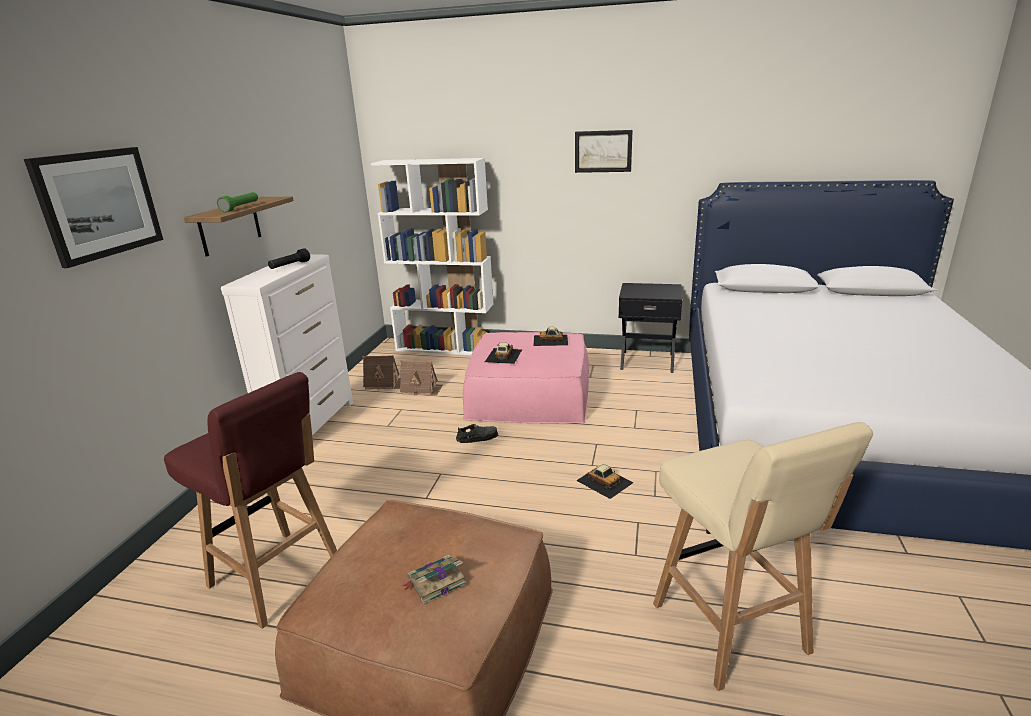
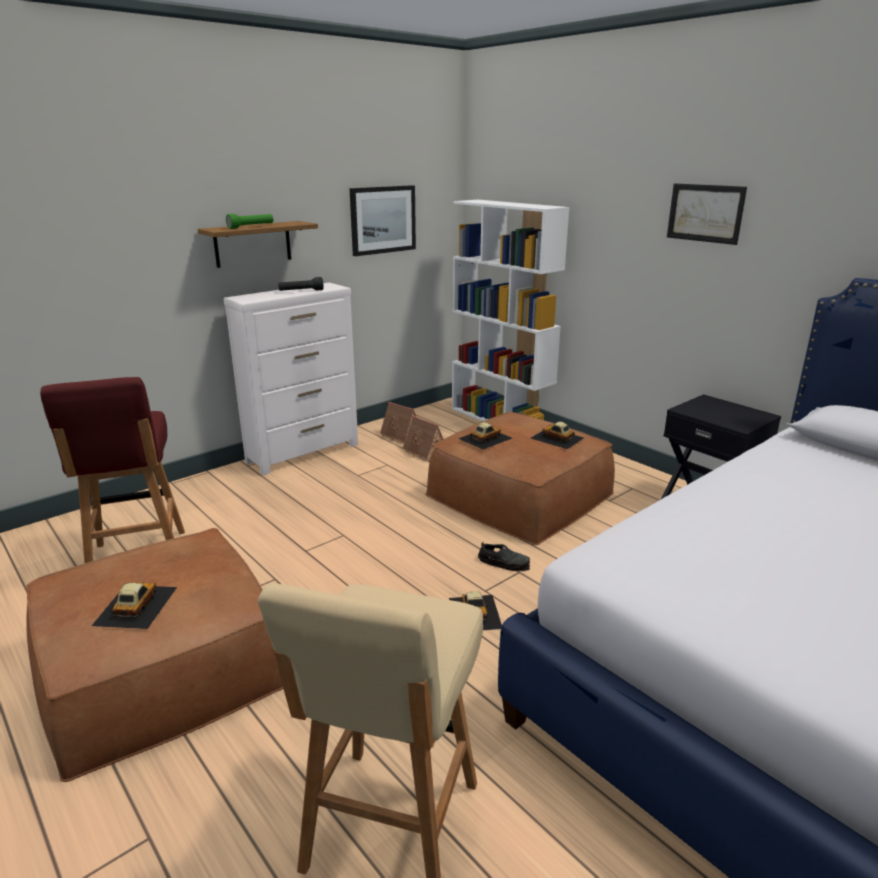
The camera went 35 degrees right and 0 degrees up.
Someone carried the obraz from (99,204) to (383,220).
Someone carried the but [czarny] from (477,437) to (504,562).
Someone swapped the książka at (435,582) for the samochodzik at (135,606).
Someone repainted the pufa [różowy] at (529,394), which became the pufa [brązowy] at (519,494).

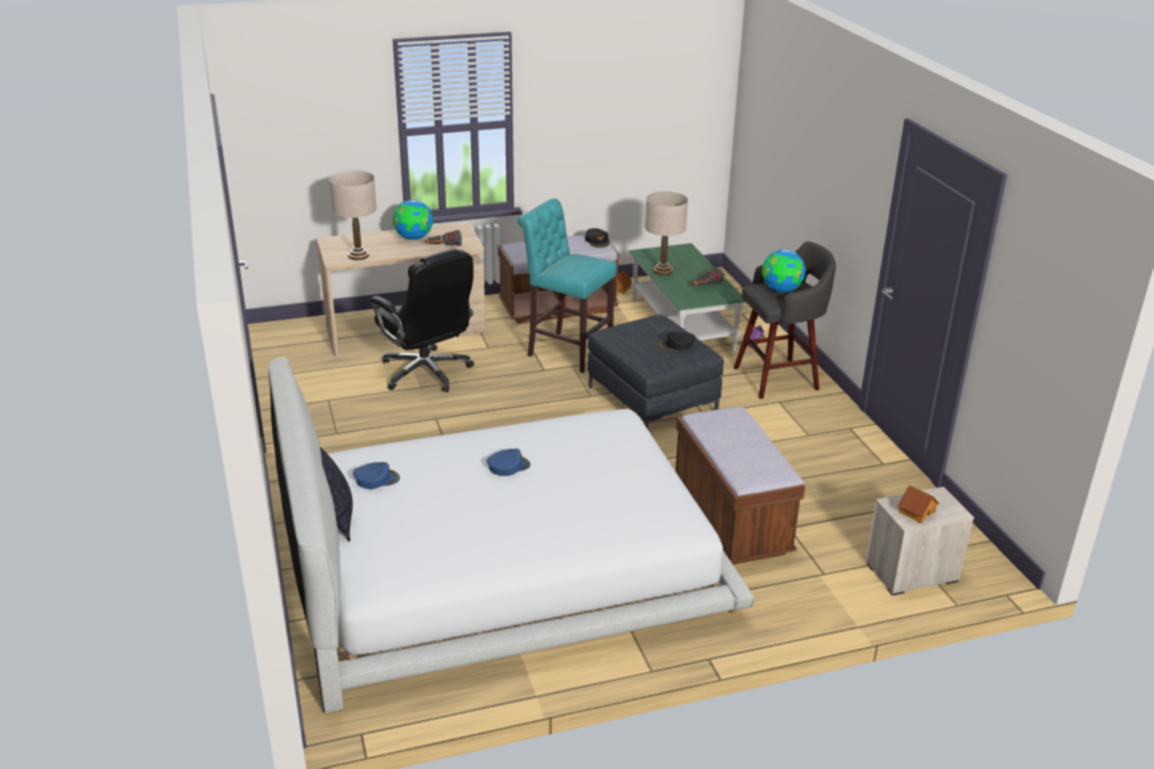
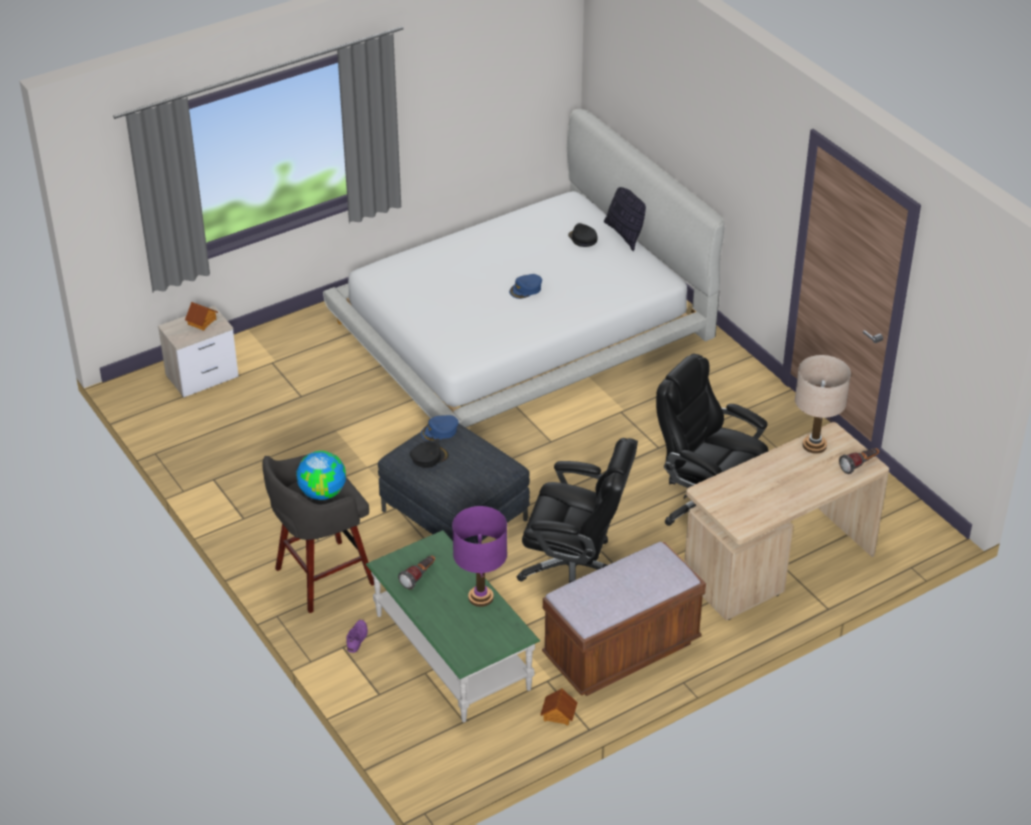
The camera went 165 degrees right and 10 degrees up.
Someone took away the globus at (414,238).
Someone took away the ławka [brązowy] at (730,521).
Someone carried the czapka z daszkiem [niebieski] from (376,479) to (440,431).
Someone carried the latarka from (443,247) to (859,465).
Someone carried the czapka z daszkiem [czarny] from (597,241) to (582,238).
Someone swapped the stołek [turkusowy] at (566,351) for the krzesło biurowe [czarny] at (575,571).
Someone repainted the lampa stołowa [beżowy] at (663,271), which became the lampa stołowa [fioletowy] at (480,597).

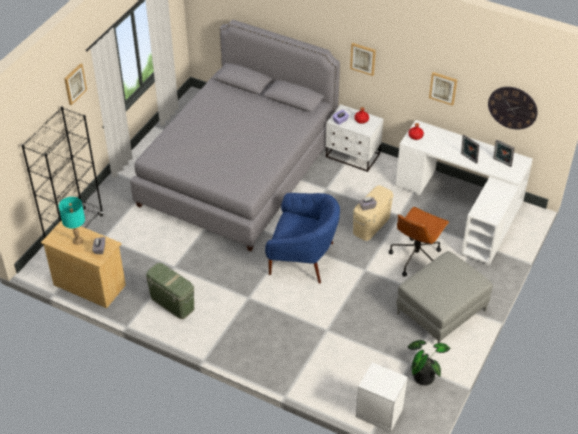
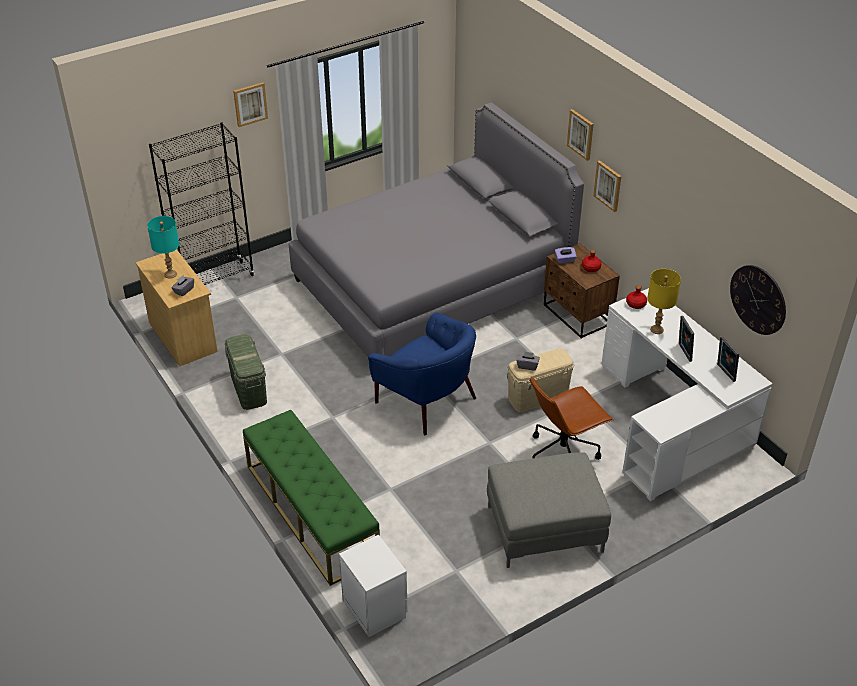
The camera went 30 degrees right and 5 degrees down.
Someone took away the roślina doniczkowa at (423,374).
Someone put down the ławka [zielony] at (311,512).
Someone put down the lampa stołowa [żółty] at (657,330).
Someone carried the obraz from (443,88) to (581,134).
Someone repainted the szafka nocna [biały] at (352,156), which became the szafka nocna [brązowy] at (577,315).

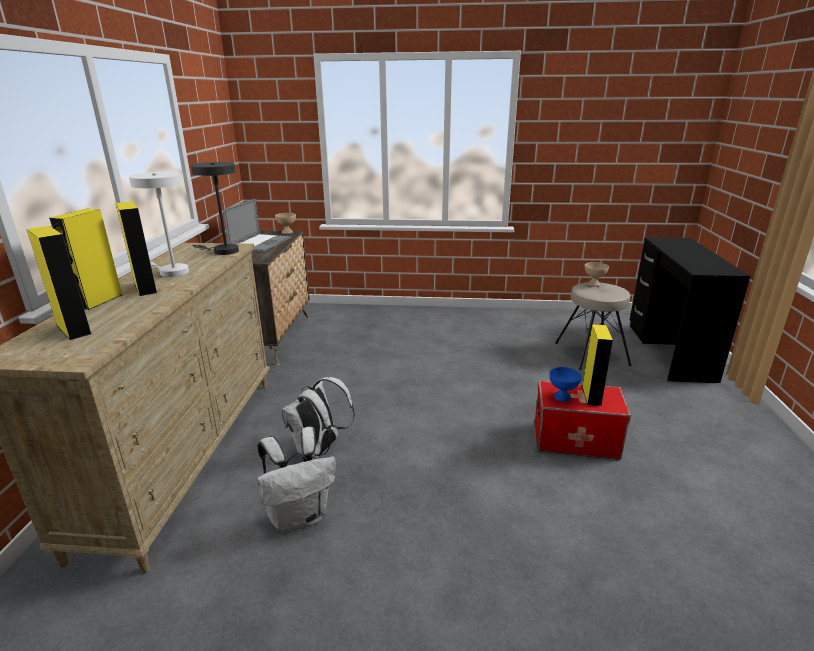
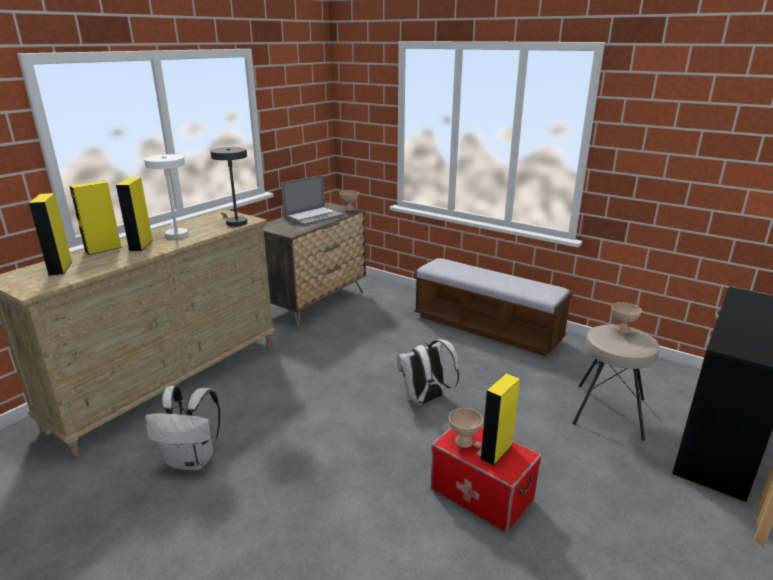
The camera went 30 degrees right and 0 degrees up.
Someone put down the ławka at (486,328).
Someone carried the plecak [biały] from (319,450) to (426,399).
Someone repainted the miska [niebieski] at (562,397), which became the miska [beżowy] at (464,442).

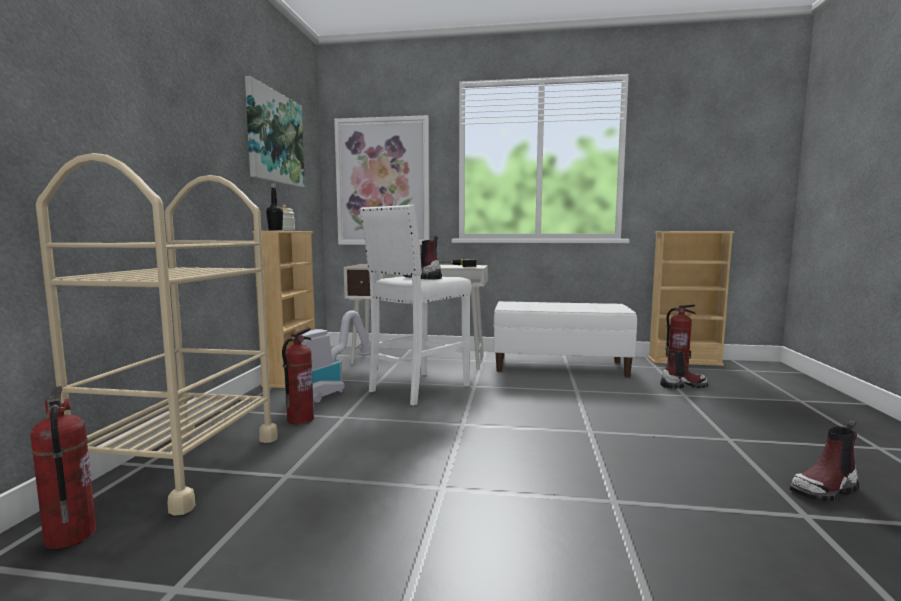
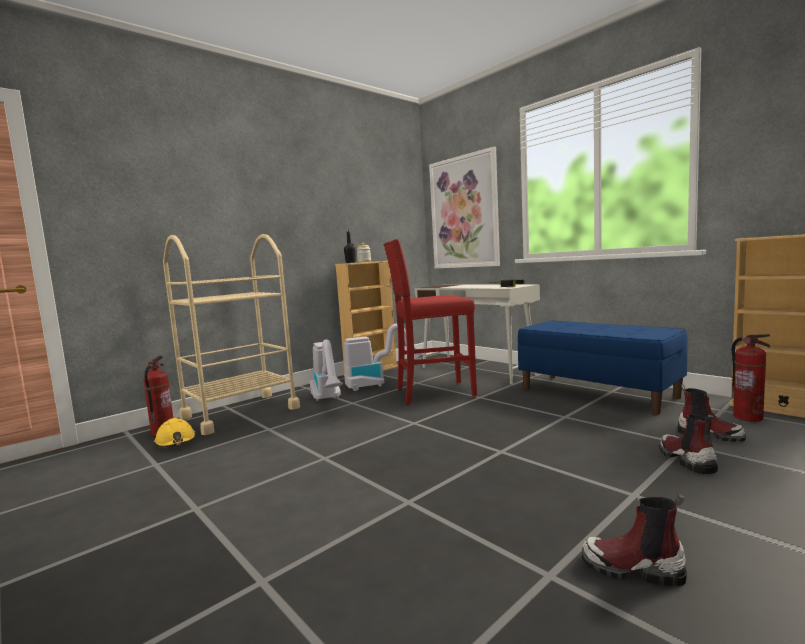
The camera went 40 degrees right and 0 degrees up.
Someone took away the obraz at (275,138).
Someone put down the kask [żółty] at (176,442).
Someone carried the but z cholewką from (421,277) to (685,459).
Someone swapped the gaśnica at (300,419) for the odkurzacz at (328,399).
Someone repainted the stołek [biały] at (417,388), which became the stołek [czerwony] at (433,392).
Someone repainted the ławka [biały] at (560,366), which became the ławka [niebieski] at (598,393).

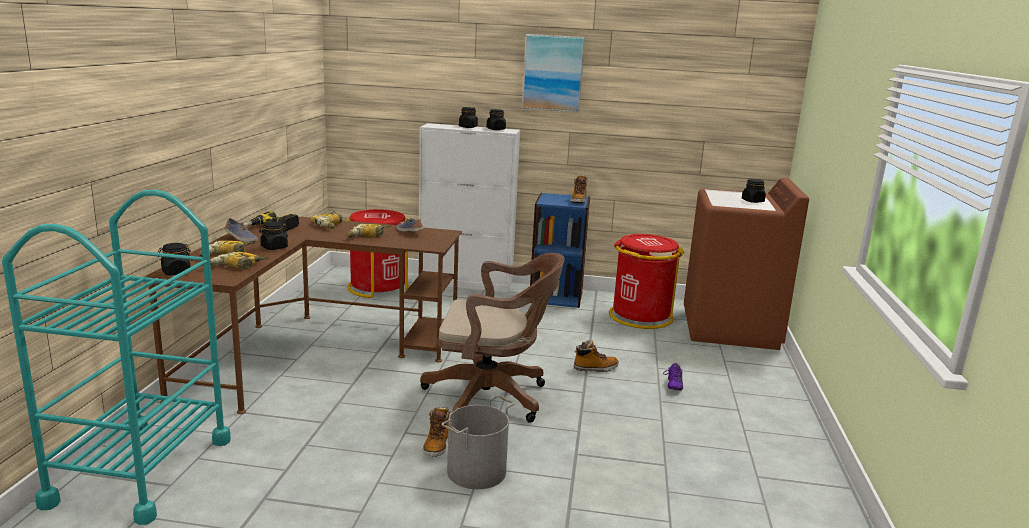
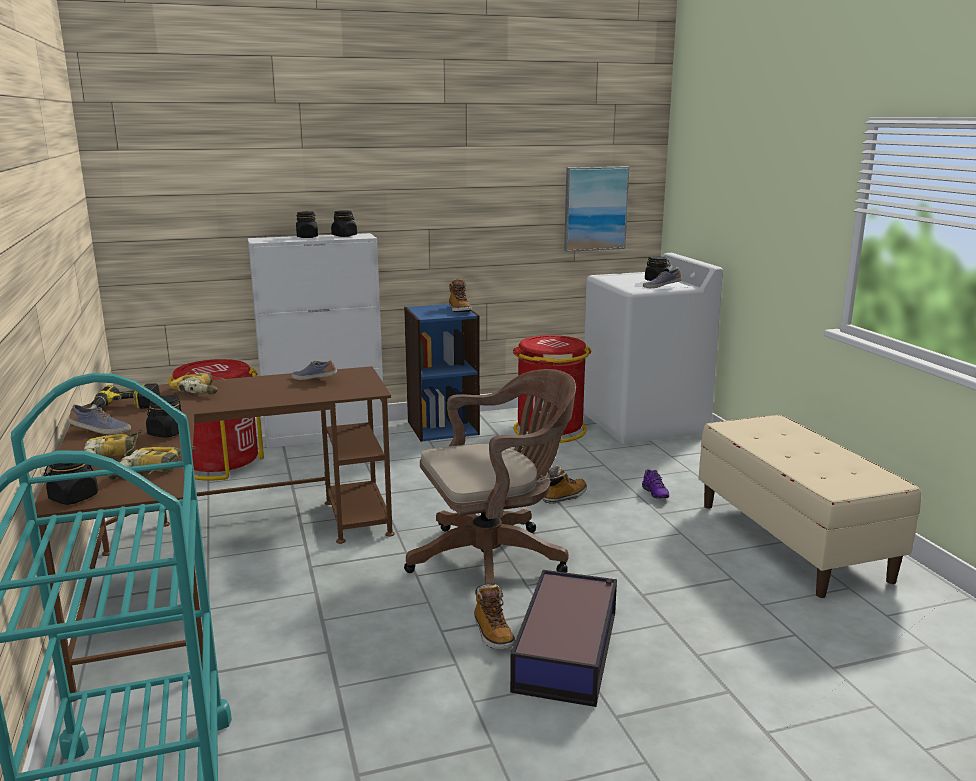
The camera went 25 degrees left and 0 degrees up.
Someone took away the wiertarka at (368,236).
Someone put down the but at (661,286).
Someone put down the ławka [beżowy] at (792,541).
Someone carried the obraz from (553,73) to (595,208).
Someone swapped the wiadro [szary] at (477,472) for the pojemnik do przechowywania at (567,649).
Someone repainted the pralka [brązowy] at (730,329), which became the pralka [biały] at (644,423).

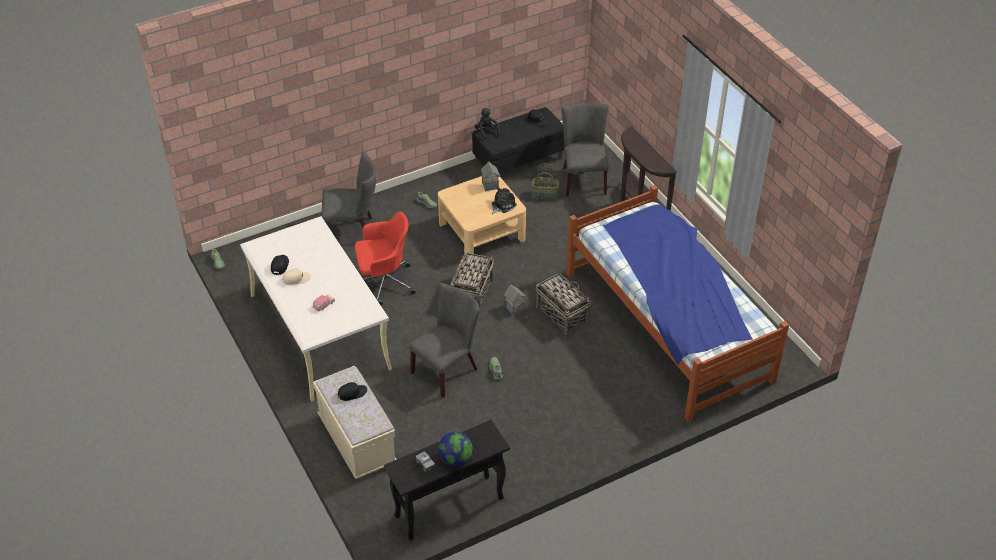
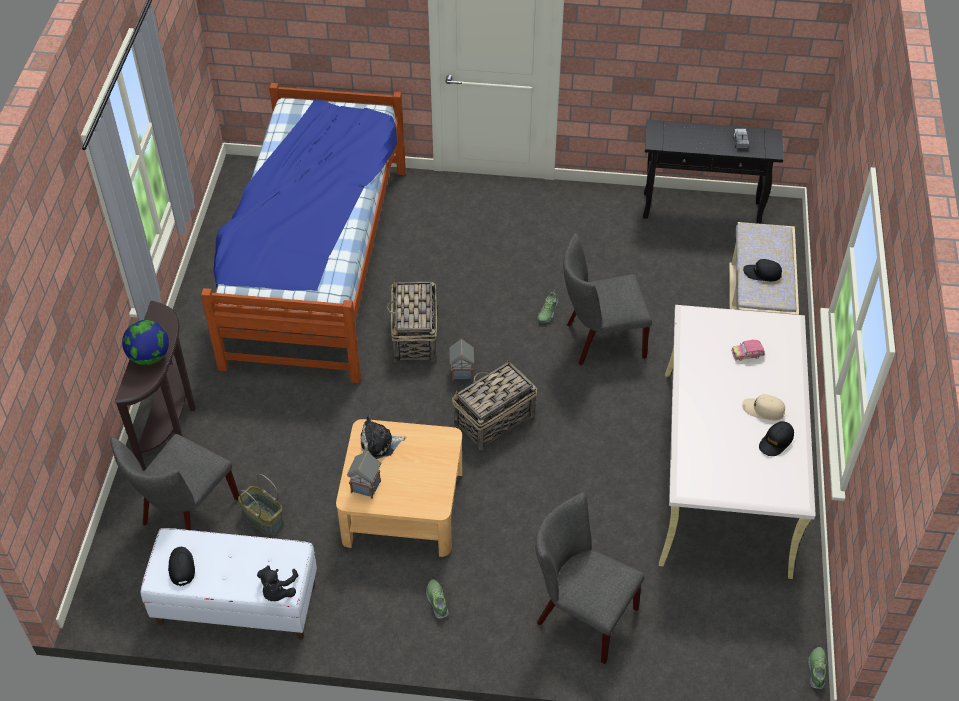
The camera went 145 degrees left and 5 degrees up.
Someone took away the krzesło biurowe [czerwony] at (384,282).
Someone carried the globus from (455,459) to (149,357).
Someone repainted the ławka [czarny] at (518,160), which became the ławka [biały] at (236,604).

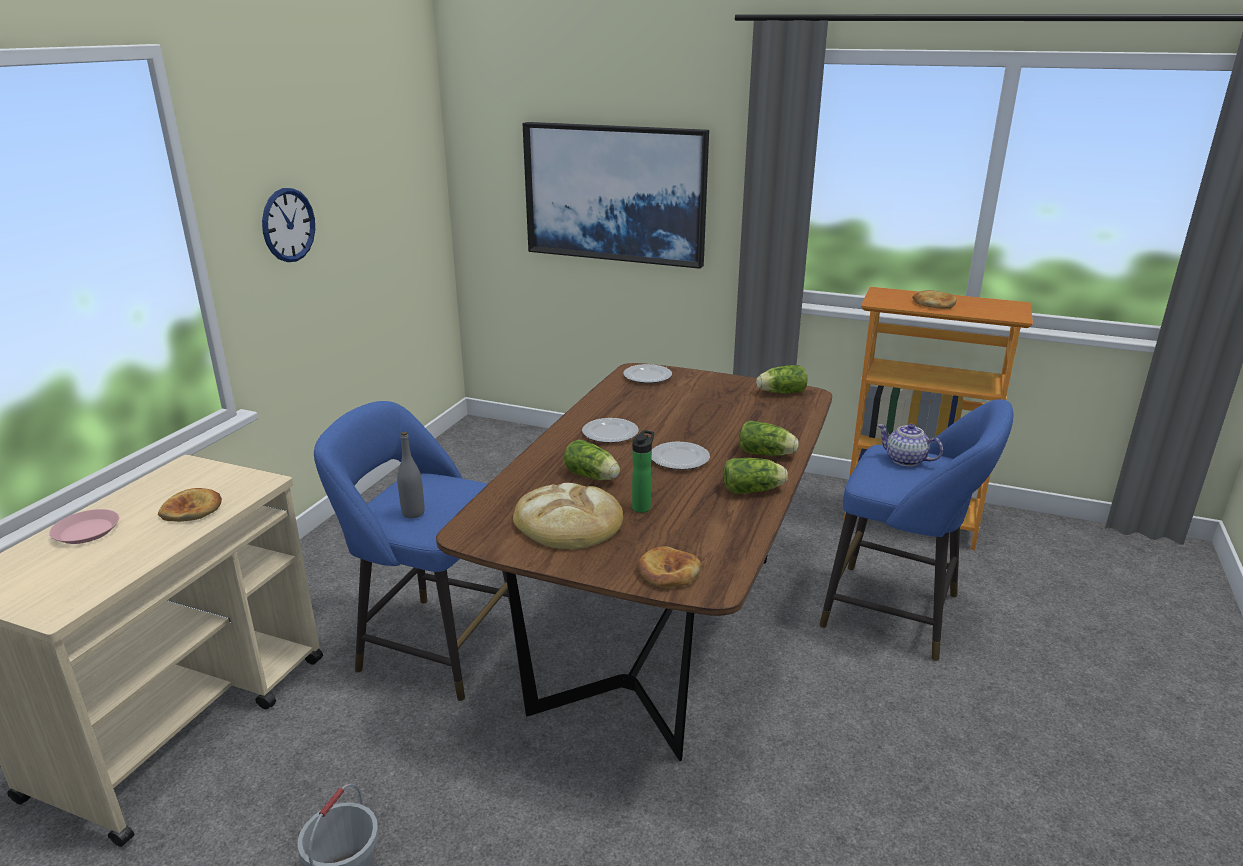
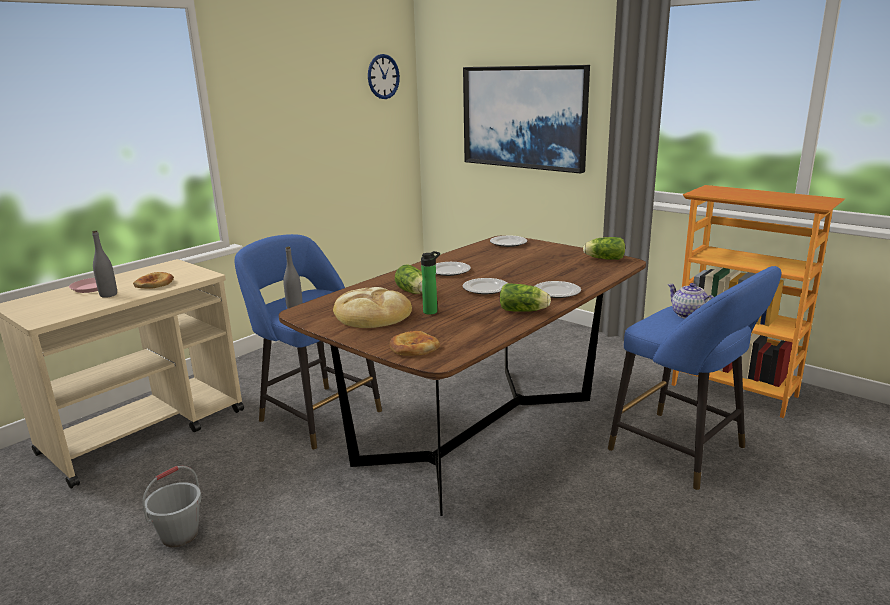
The camera went 20 degrees right and 5 degrees down.
Someone took away the chleb at (934,303).
Someone put down the butelka [szary] at (108,295).
Someone carried the zegar ścienny from (288,225) to (383,76).
Someone swapped the sałata at (767,454) for the talerz at (556,292).

